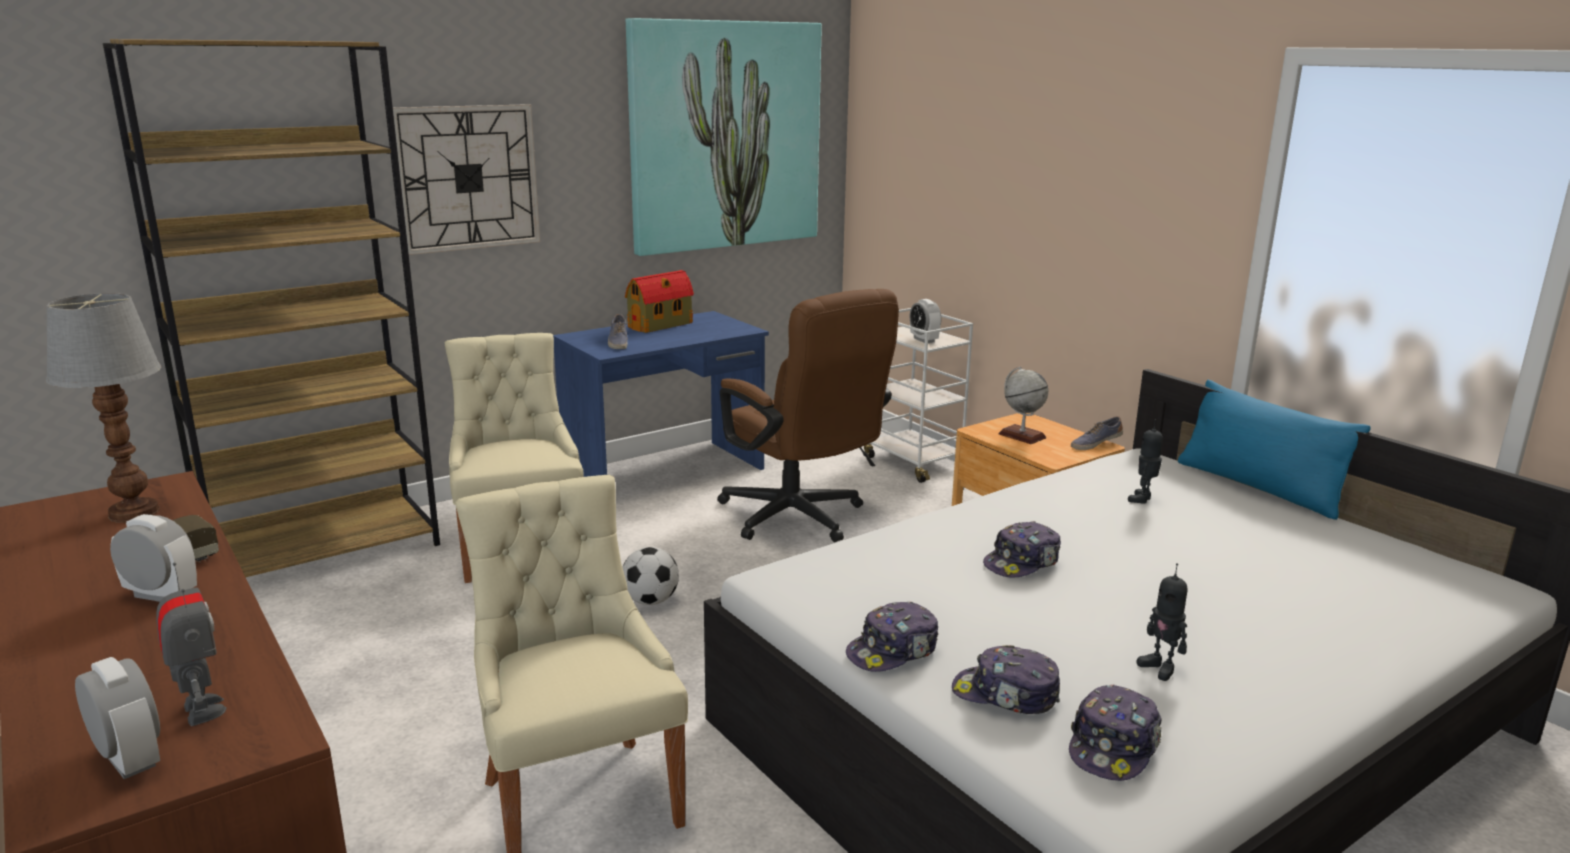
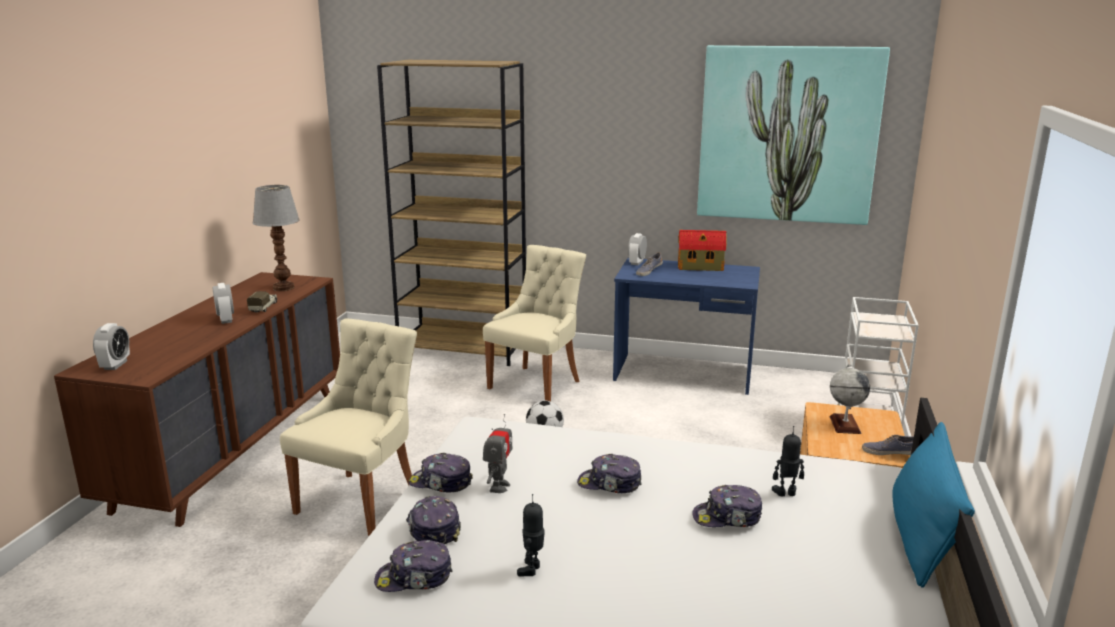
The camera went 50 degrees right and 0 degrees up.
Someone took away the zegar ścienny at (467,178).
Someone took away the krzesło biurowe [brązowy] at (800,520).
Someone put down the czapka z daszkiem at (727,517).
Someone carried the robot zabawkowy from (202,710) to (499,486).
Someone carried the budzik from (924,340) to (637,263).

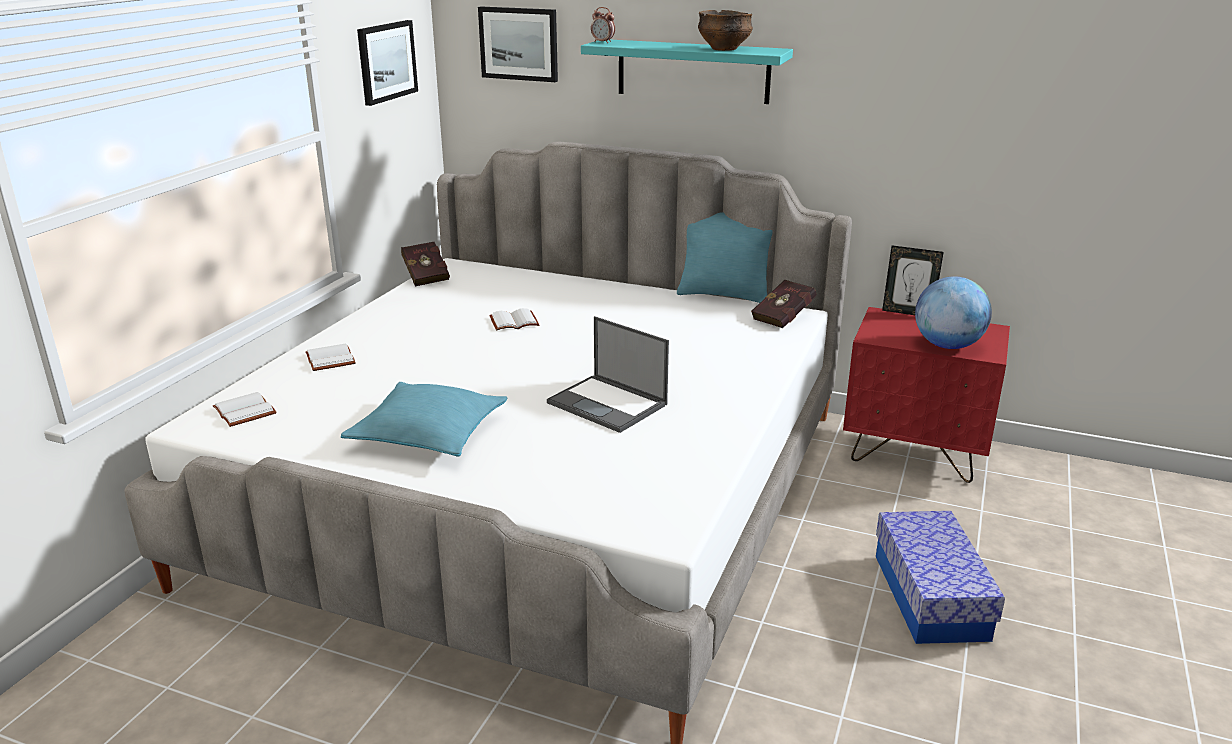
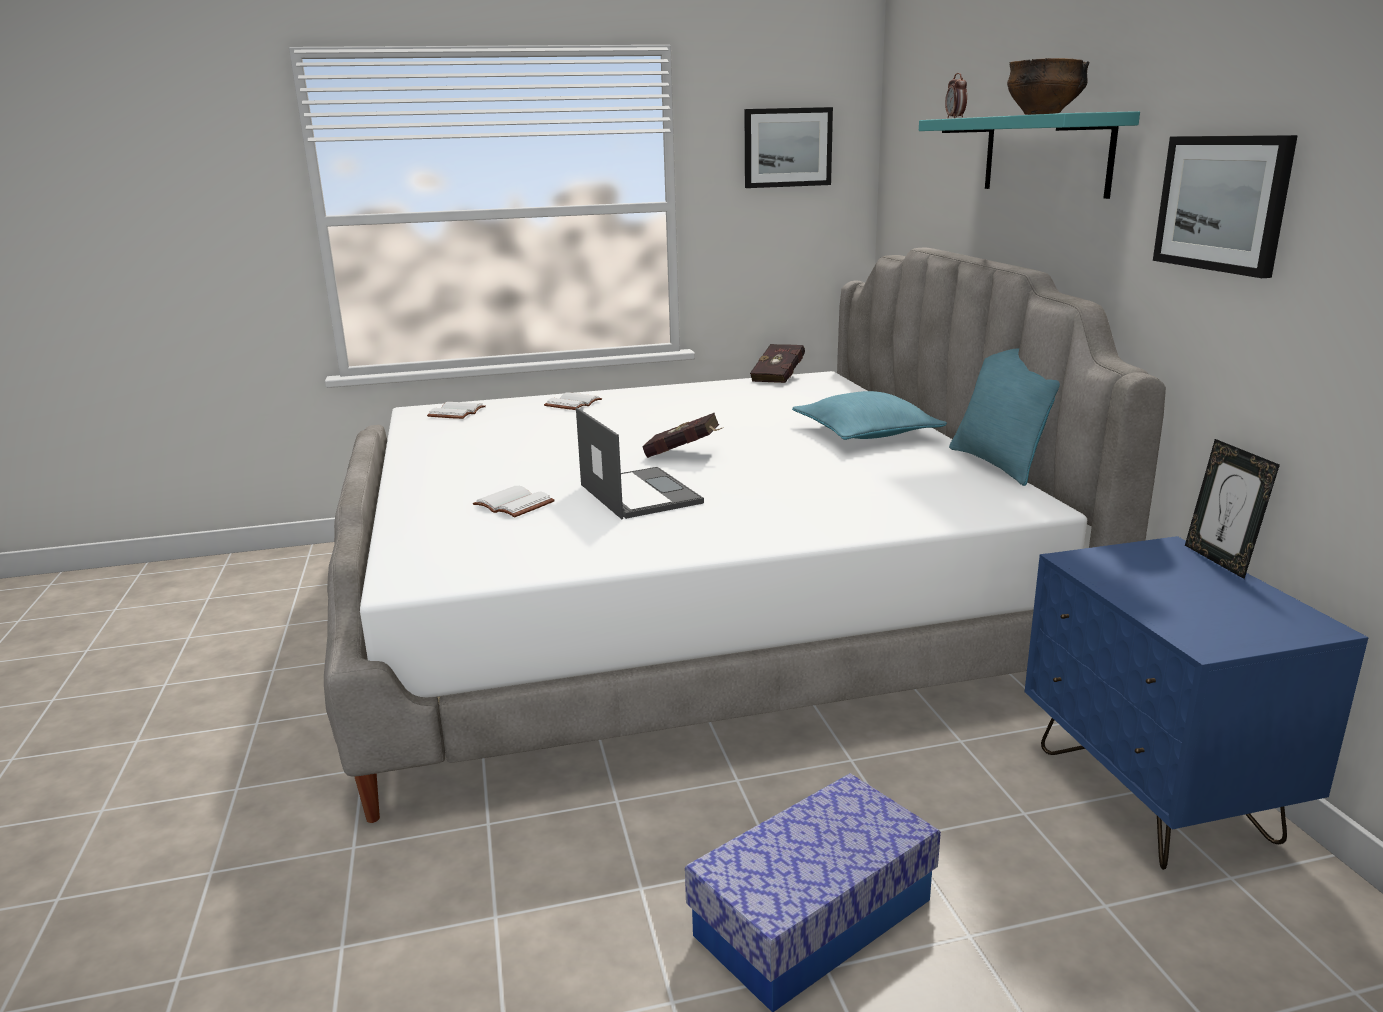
The camera went 55 degrees right and 5 degrees down.
Someone took away the globus at (947,345).
Someone carried the poduszka [turkusowy] from (428,433) to (866,433).
Someone carried the obraz from (519,44) to (1222,203).
Someone carried the książka [biały] from (514,321) to (516,504).
Someone carried the książka [czerwony] from (785,318) to (685,455).
Someone repainted the szafka nocna [czerwony] at (915,454), which became the szafka nocna [niebieski] at (1154,795).
Someone rotated the laptop at (608,404) by 150 degrees clockwise.

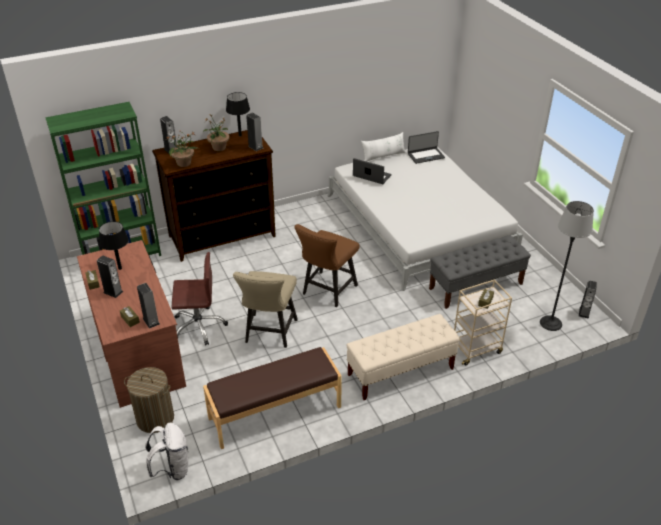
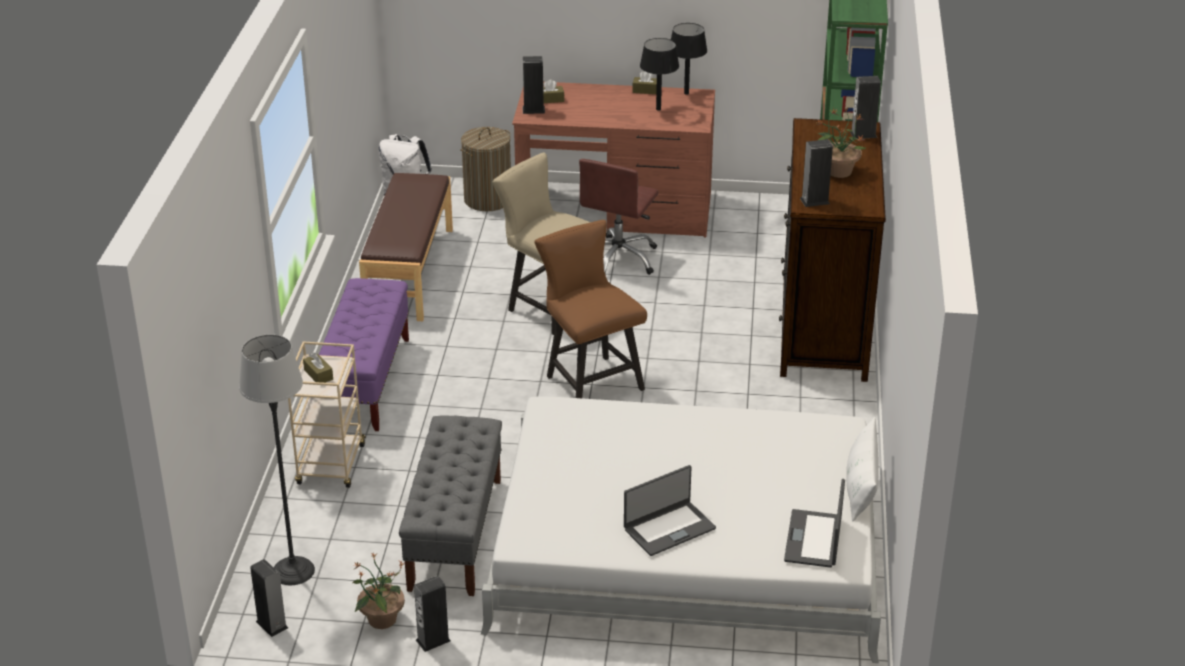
The camera went 120 degrees right and 5 degrees down.
Someone carried the głośnik from (113,292) to (433,640).
Someone carried the roślina doniczkowa from (184,163) to (381,620).
Someone carried the lampa stołowa [czarny] from (240,135) to (686,93).
Someone carried the laptop from (371,176) to (669,528).
Someone repainted the ławka [beżowy] at (400,372), which became the ławka [fioletowy] at (366,382).

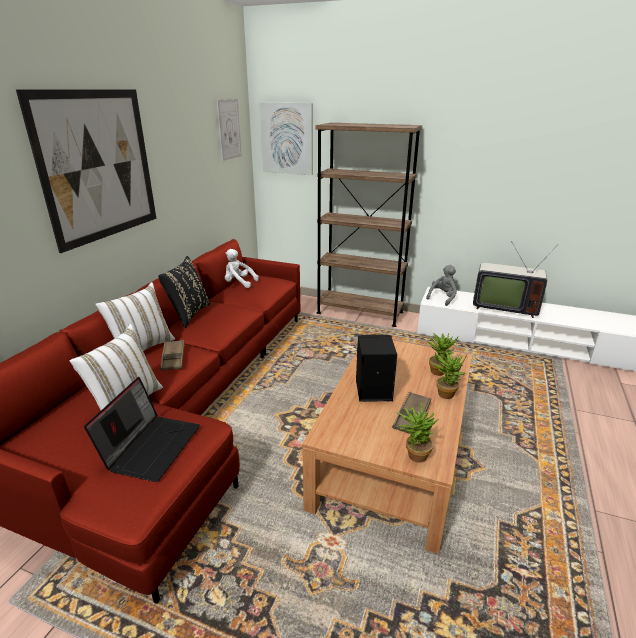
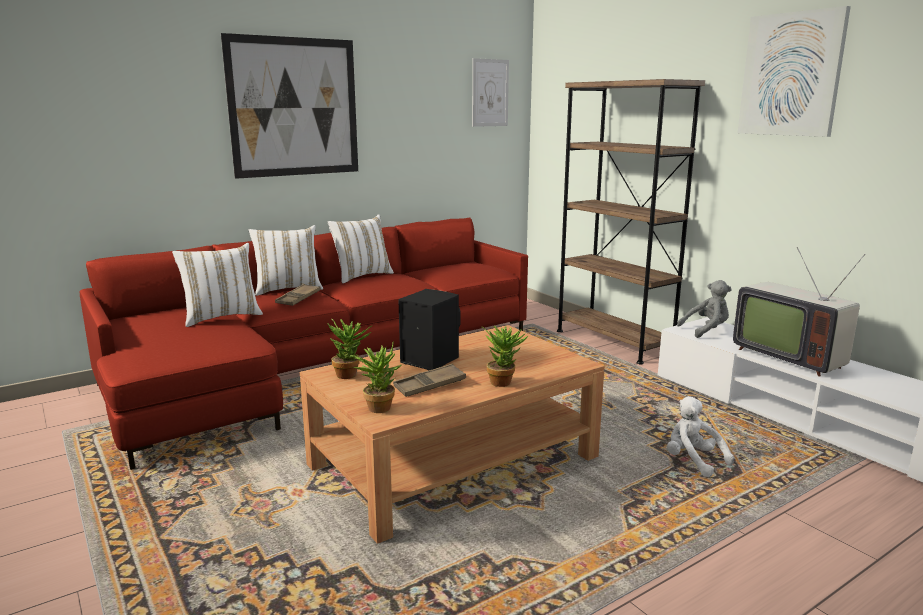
The camera went 35 degrees right and 10 degrees down.
Someone took away the laptop at (151,446).
Someone carried the pluszak [biały] from (238,283) to (693,461).
Someone carried the obraz from (287,139) to (791,75).
Someone carried the roślina doniczkowa from (438,370) to (351,374).
Someone repainted the poduszka [czarny] at (188,314), which became the poduszka [biały] at (361,276).

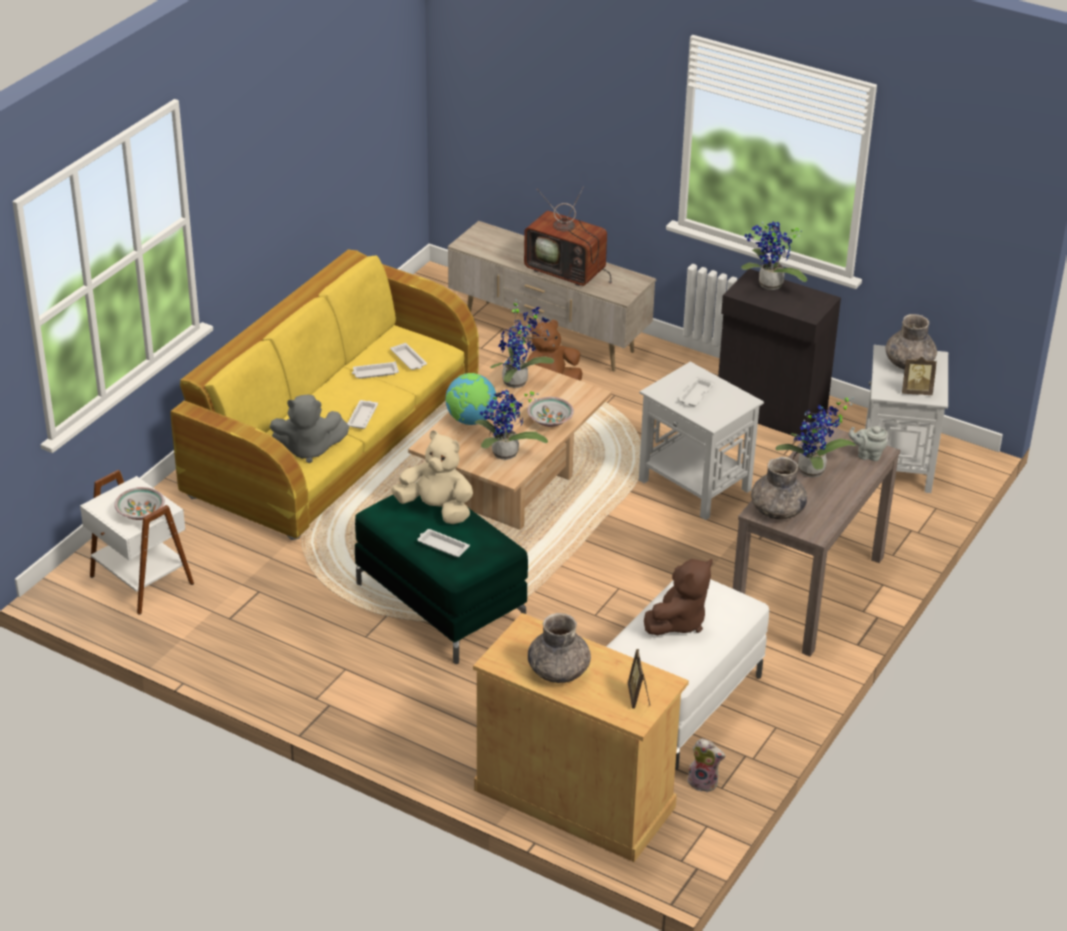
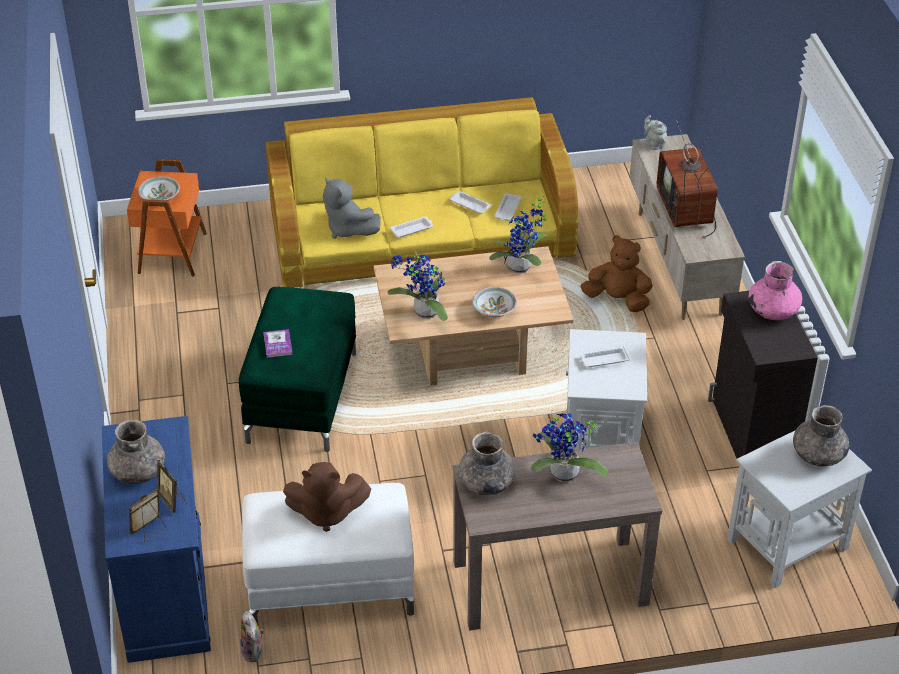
The camera went 50 degrees right and 5 degrees up.
Someone took away the pluszak [beżowy] at (436,509).
Someone took away the globus at (471,420).
Someone carried the imbryk [szary] from (867,455) to (654,144).
Someone carried the ramka na zdjęcie from (916,391) to (172,500).
Someone swapped the taca [biały] at (442,546) for the książka at (278,344).
Someone swapped the roślina doniczkowa at (769,286) for the wazon [różowy] at (773,310).
Someone repainted the stolik [biały] at (140,581), which became the stolik [pomarańczowy] at (170,253).
Someone repainted the szafka [beżowy] at (575,798), which became the szafka [niebieski] at (166,589).

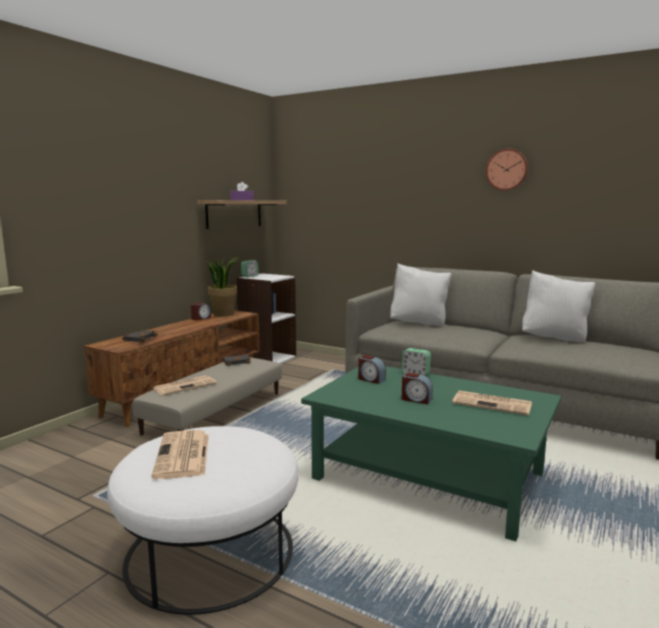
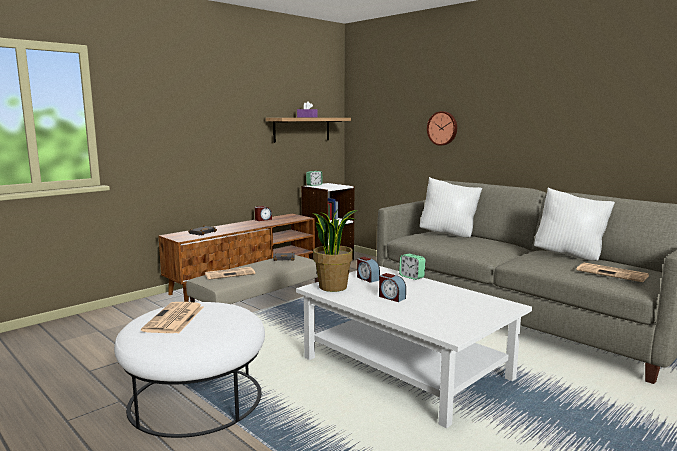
The camera went 15 degrees right and 0 degrees up.
Someone carried the roślina doniczkowa from (223,314) to (333,287).
Someone carried the gazeta from (493,404) to (613,273).
Someone carried the zegar ścienny from (507,170) to (442,128).
Someone repainted the ława [zielony] at (429,475), which became the ława [biały] at (406,367).

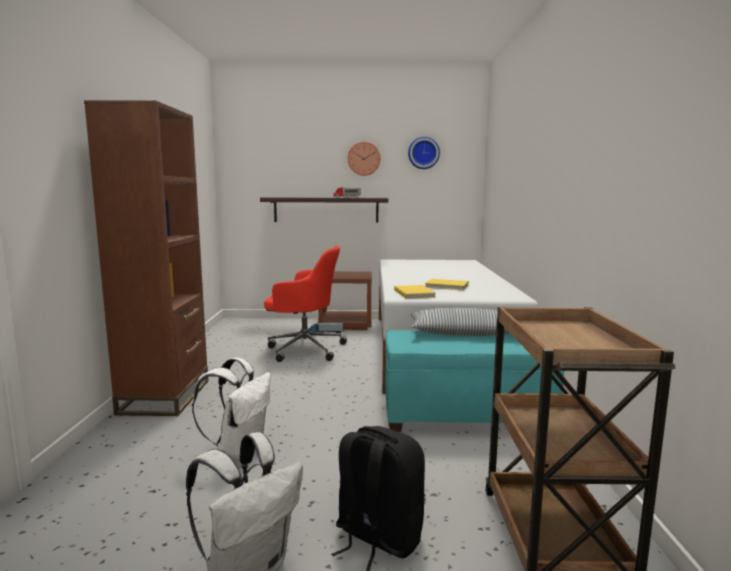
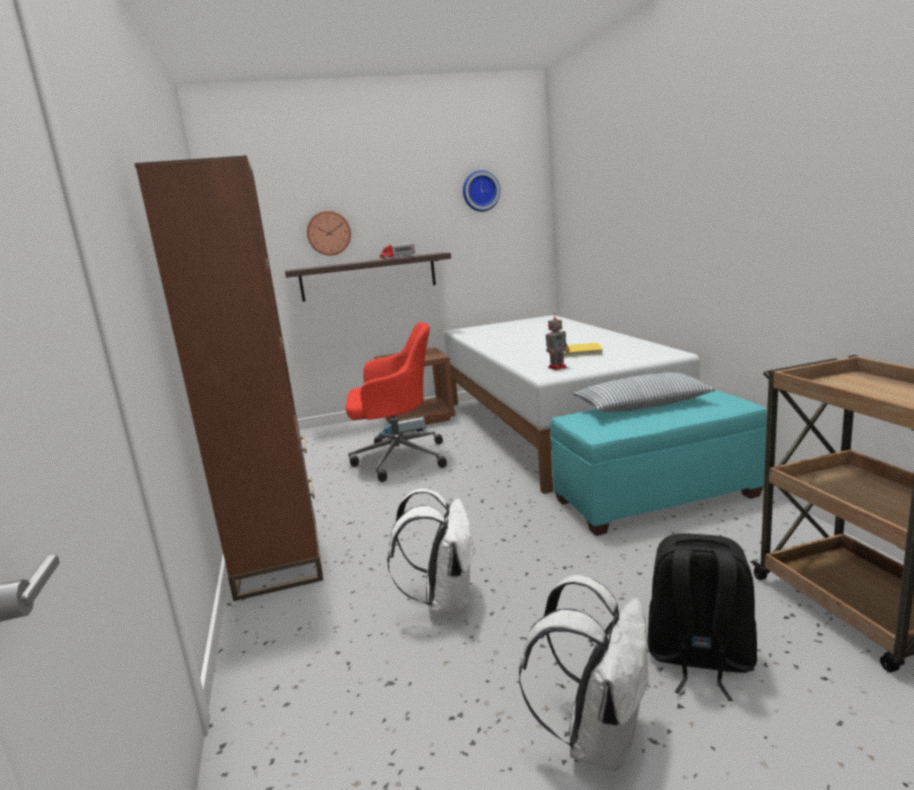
The camera went 15 degrees left and 5 degrees up.
Someone carried the zegar ścienny from (364,158) to (328,233).
Someone swapped the książka [żółty] at (415,293) for the robot zabawkowy at (558,367).

